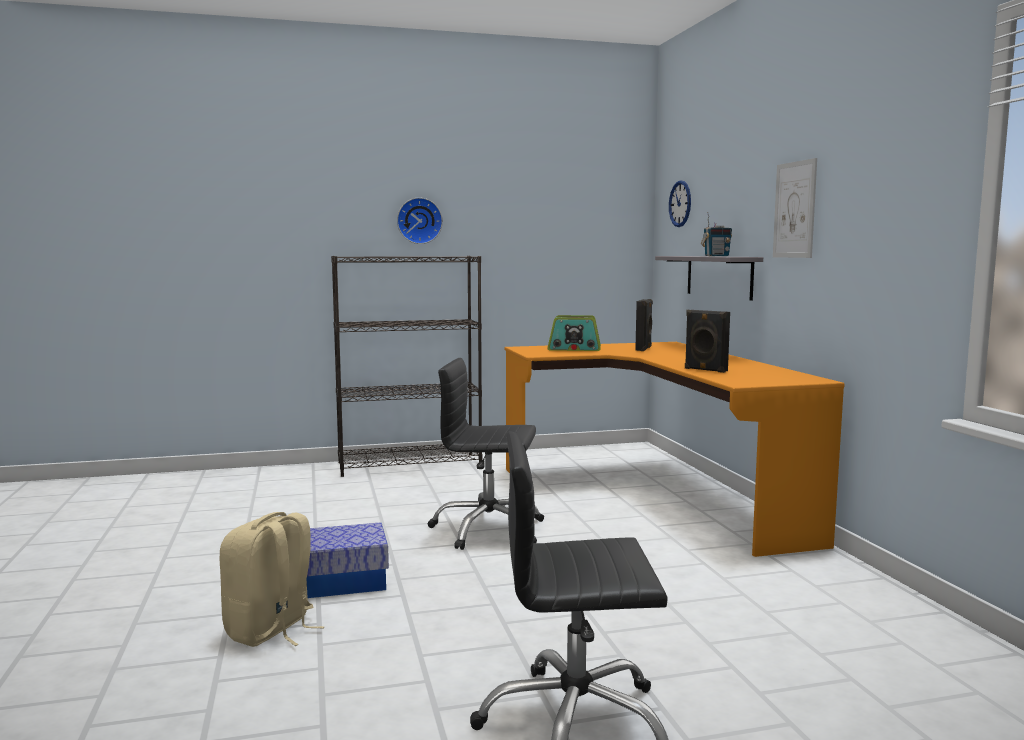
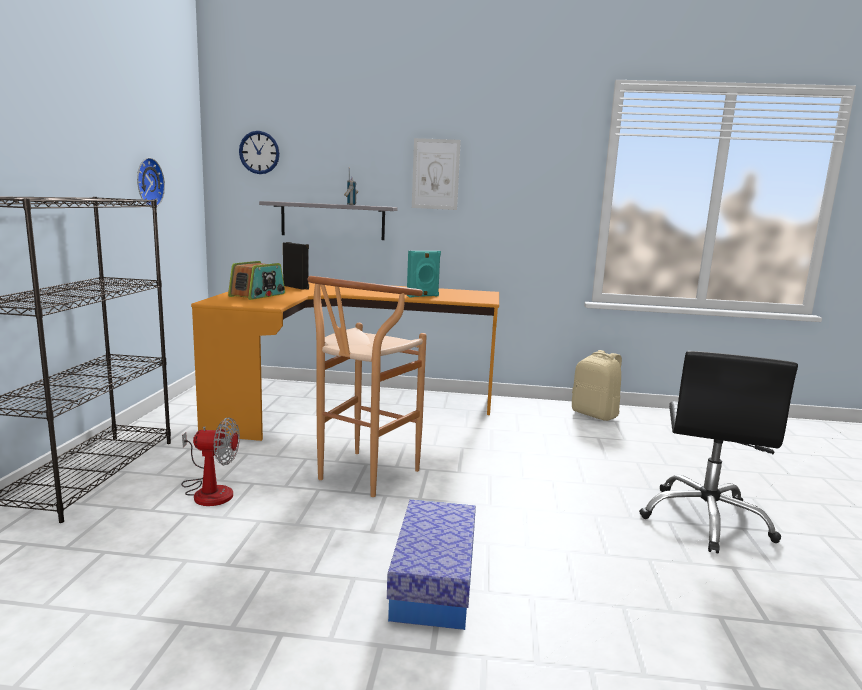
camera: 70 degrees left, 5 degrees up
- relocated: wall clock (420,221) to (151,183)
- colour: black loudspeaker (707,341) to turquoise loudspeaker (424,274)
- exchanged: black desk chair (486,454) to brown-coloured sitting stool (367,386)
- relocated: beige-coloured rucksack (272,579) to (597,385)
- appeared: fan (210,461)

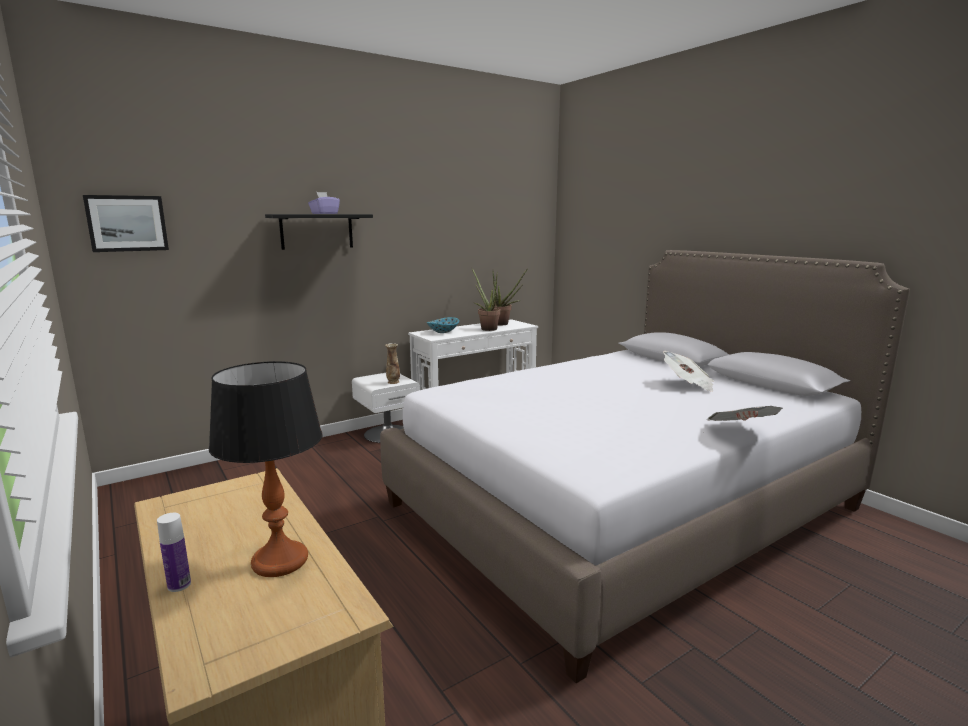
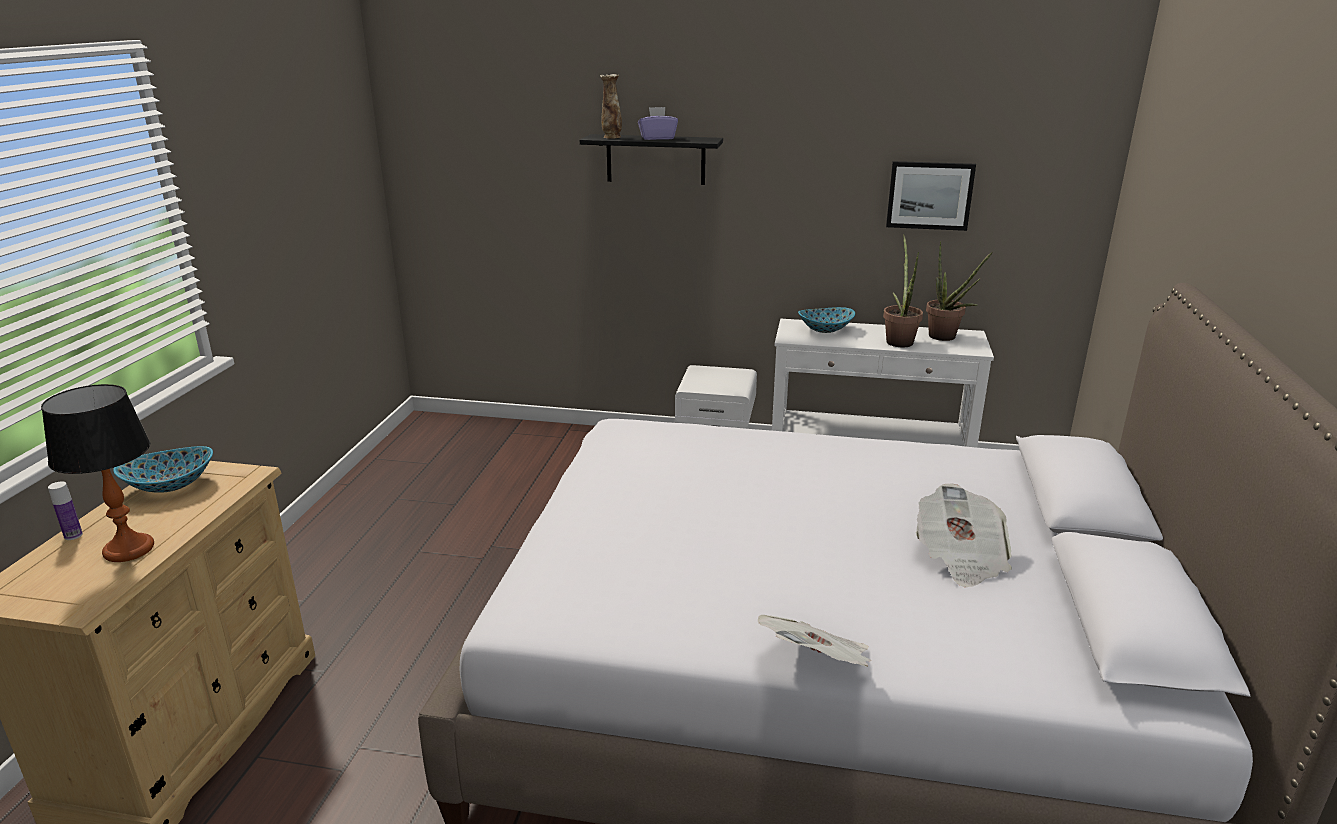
camera: 45 degrees right, 10 degrees up
- relocated: wall art (126,223) to (931,196)
- relocated: decorative vase (392,363) to (611,106)
- appeared: serving bowl (163,469)

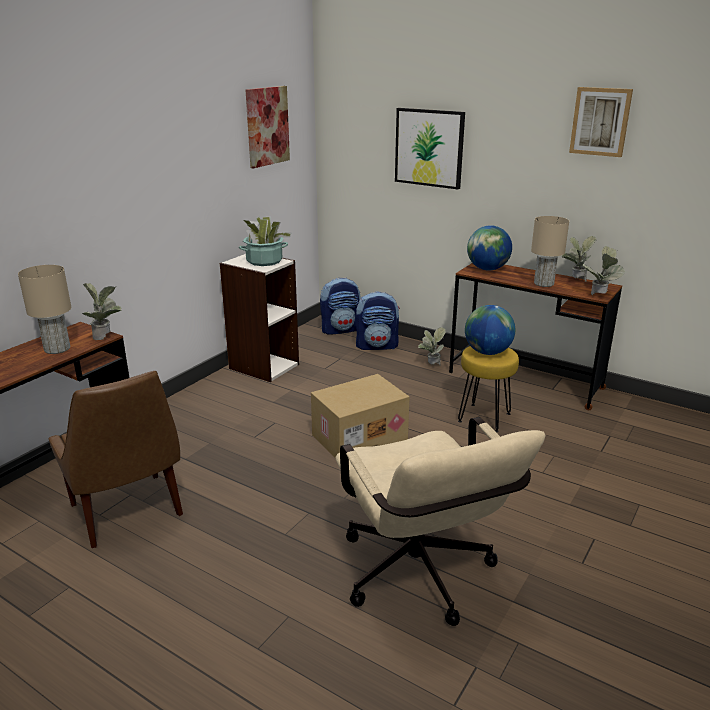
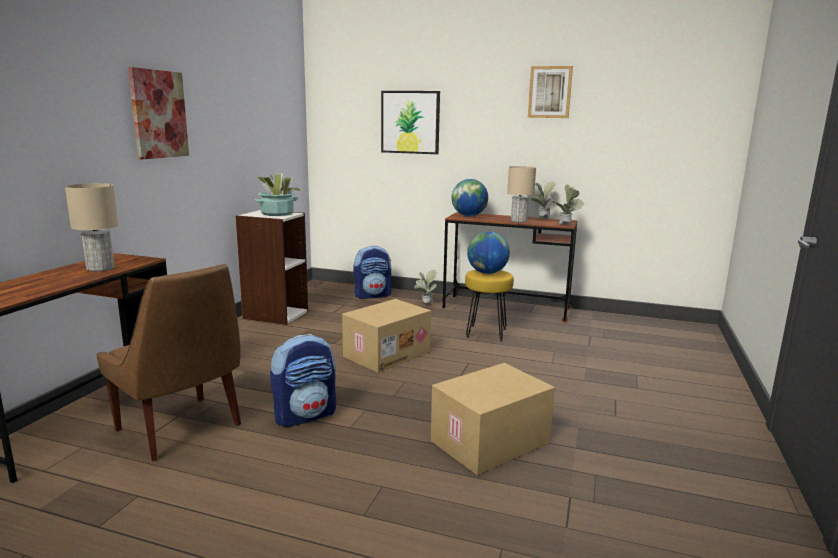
camera: 15 degrees left, 10 degrees down
- relocated: wall art (268,127) to (158,113)
- relocated: rucksack (340,306) to (303,380)
- missing: houseplant (102,311)
- exchanged: beige-coloured desk chair (440,521) to carton (493,419)

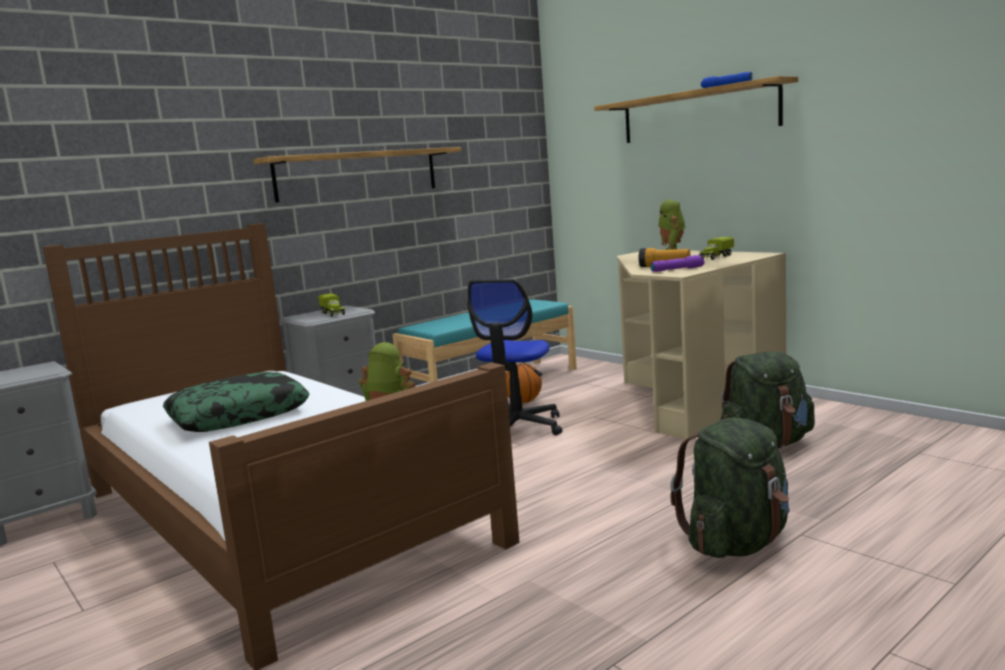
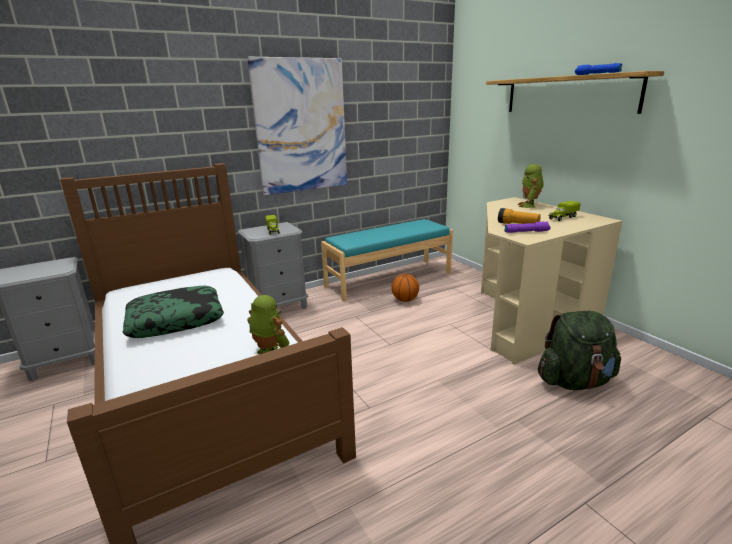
camera: 10 degrees right, 10 degrees up
- exchanged: bracket shelf (357,175) to wall art (297,126)
- missing: desk chair (515,357)
- missing: green-coloured rucksack (729,487)

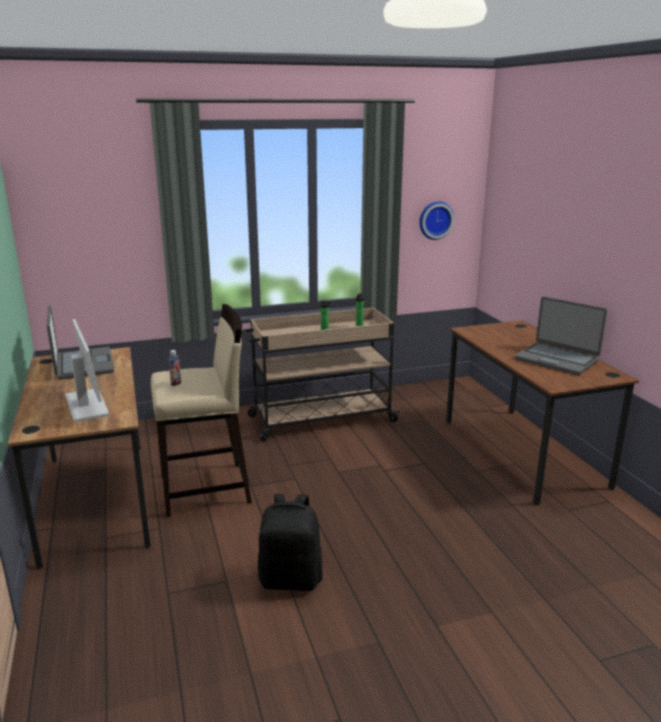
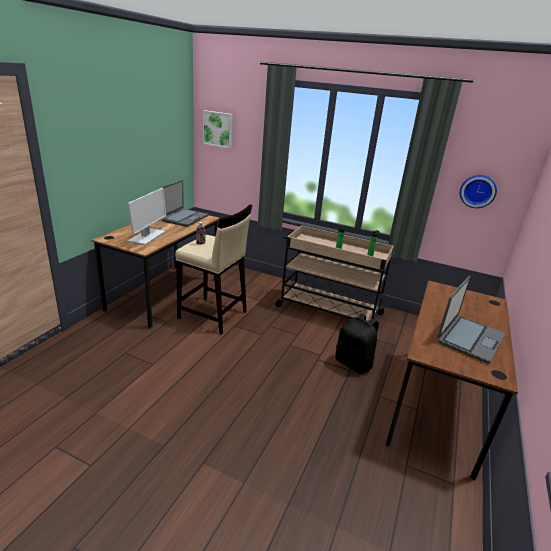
camera: 40 degrees right, 5 degrees up
- spun: laptop (560,336) = (471,320) 135 degrees counterclockwise
- relocated: black rucksack (290,542) to (357,343)
- appeared: wall art (218,129)

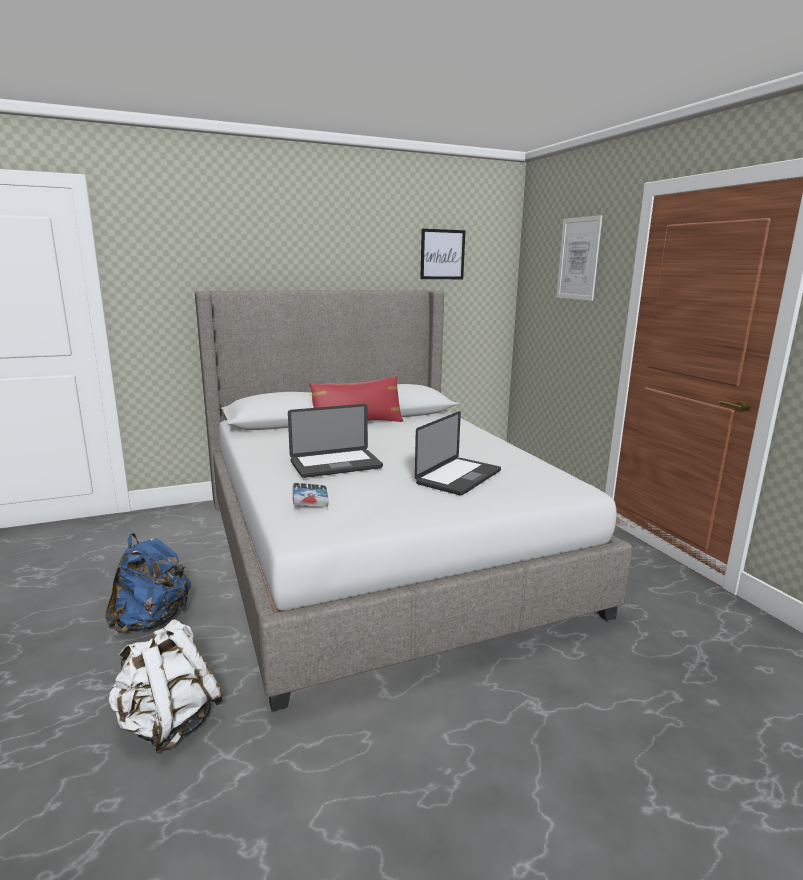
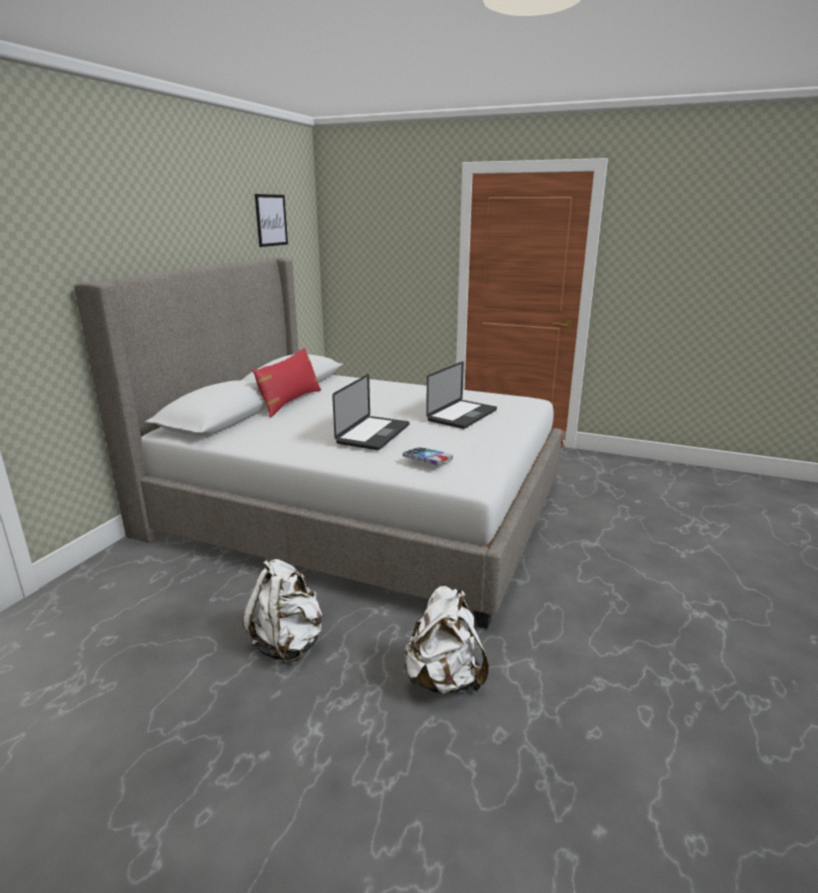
camera: 45 degrees left, 5 degrees up
- missing: wall art (579,258)
- spun: laptop (458,453) = (461,395) 45 degrees clockwise
- colour: blue-coloured rucksack (148,583) to white rucksack (282,611)

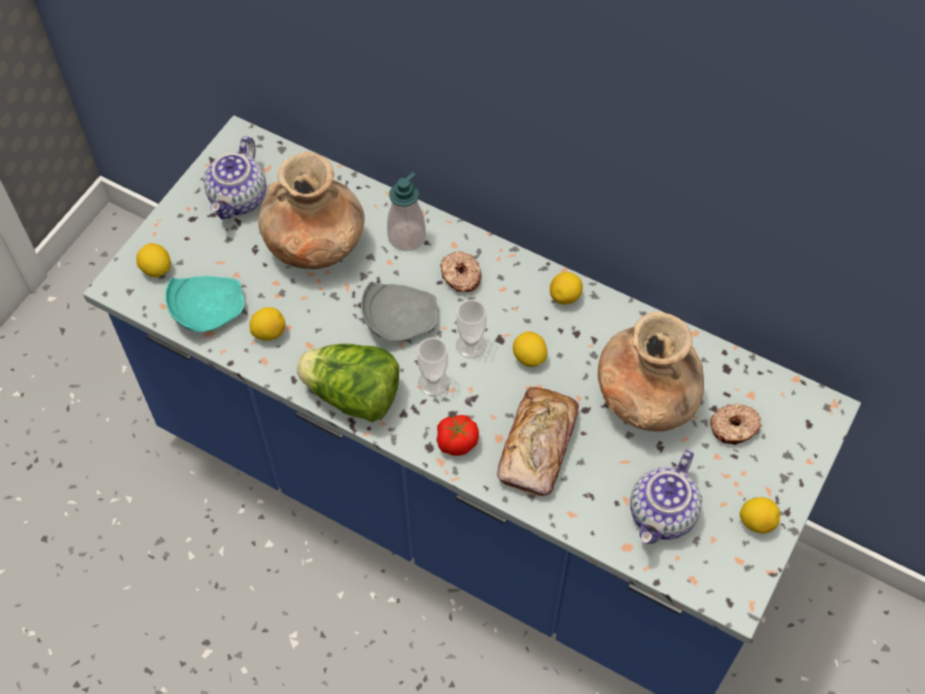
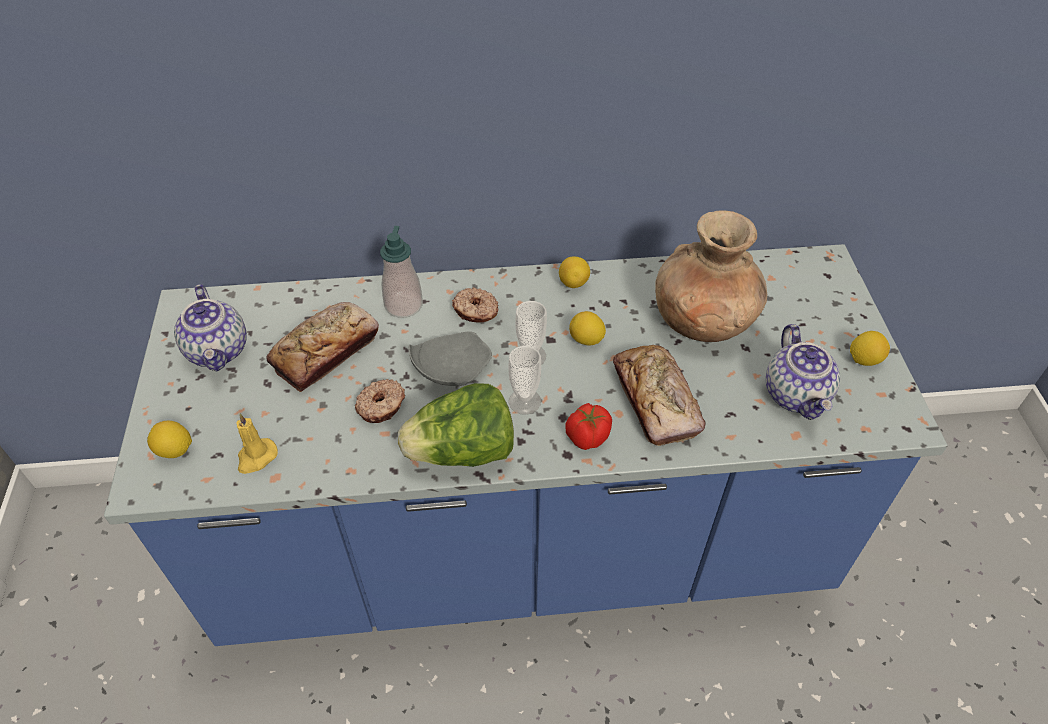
camera: 35 degrees left, 10 degrees down
- exchanged: brown-coloured decorative vase (311,210) to bread (322,347)
- exchanged: turquoise dinner plate (204,304) to yellowish wax light (257,444)
- missing: lemon (267,324)
- relocated: donut (736,424) to (380,401)

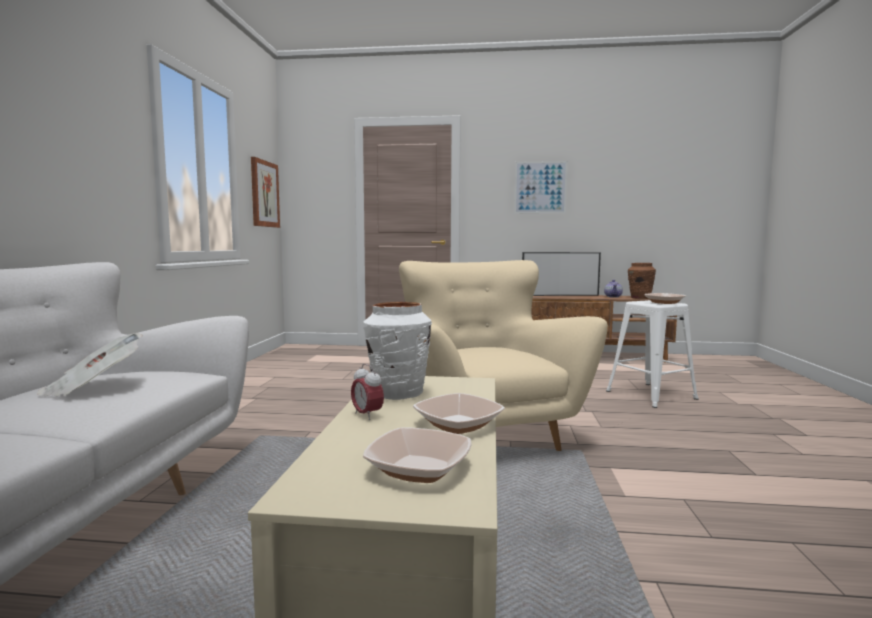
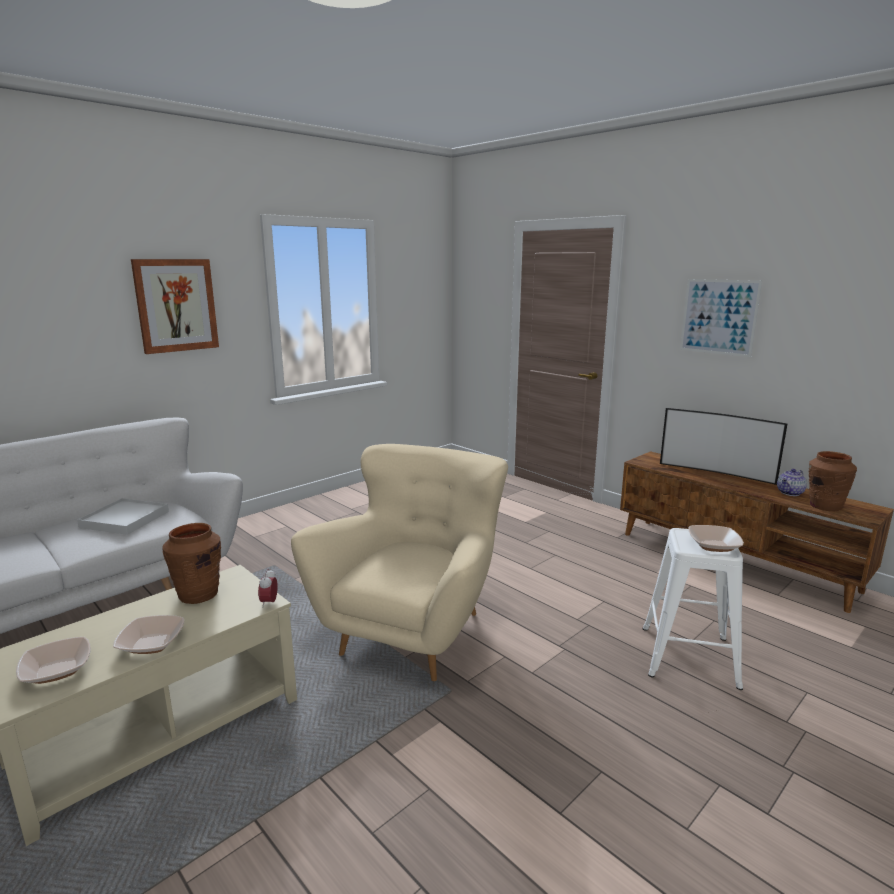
camera: 40 degrees right, 10 degrees up
- relocated: wall art (265,192) to (175,306)
- colour: white decorative vase (397,351) to brown-coloured decorative vase (191,563)
- exchanged: printed paper (90,364) to white carrying tray (123,516)
- relocated: table clock (367,392) to (268,588)

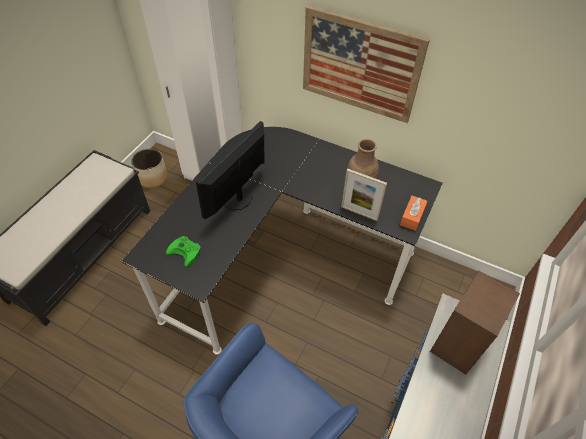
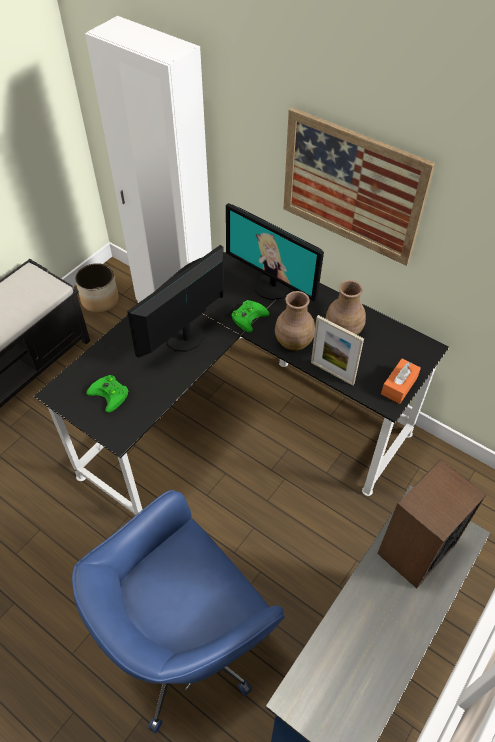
camera: 10 degrees right, 0 degrees up
- appeared: monitor (275,252)
- appeared: brown-coloured decorative vase (295,321)
- appeared: green-coloured gamepad (251,316)

